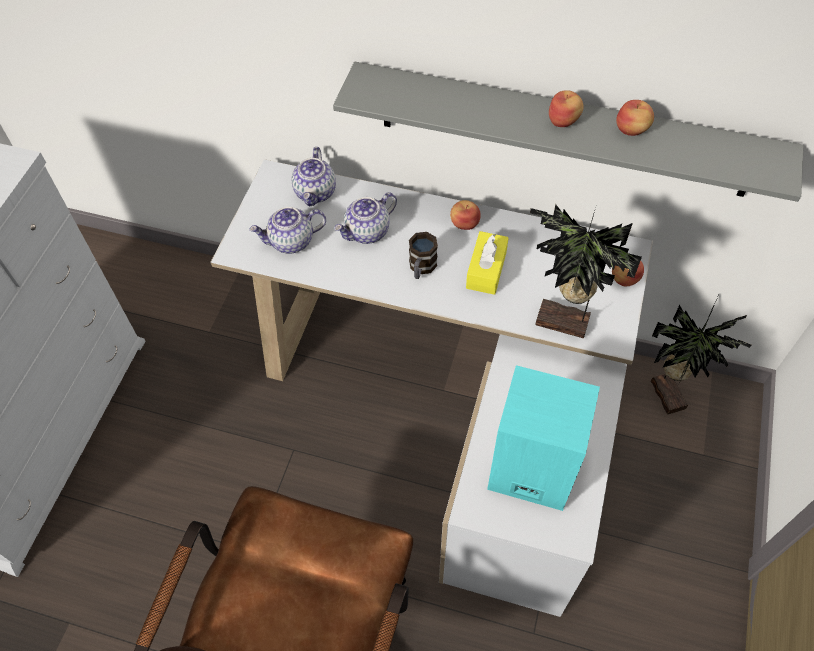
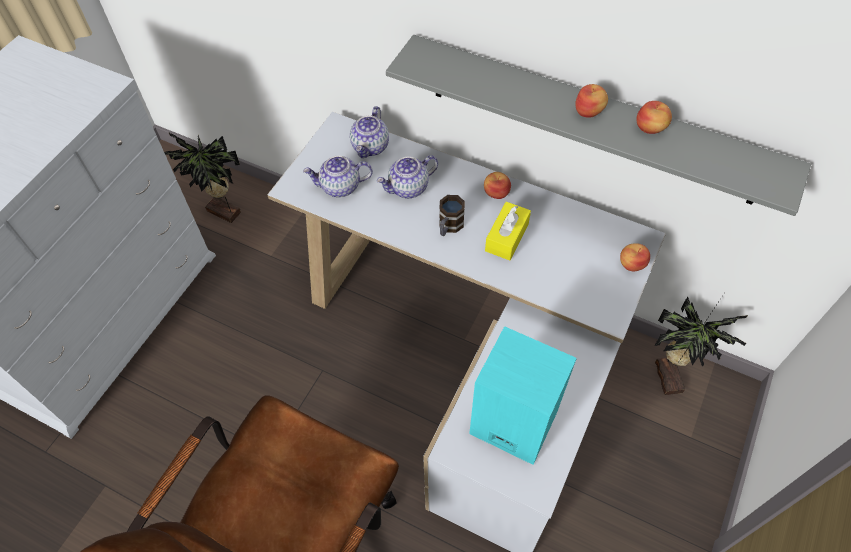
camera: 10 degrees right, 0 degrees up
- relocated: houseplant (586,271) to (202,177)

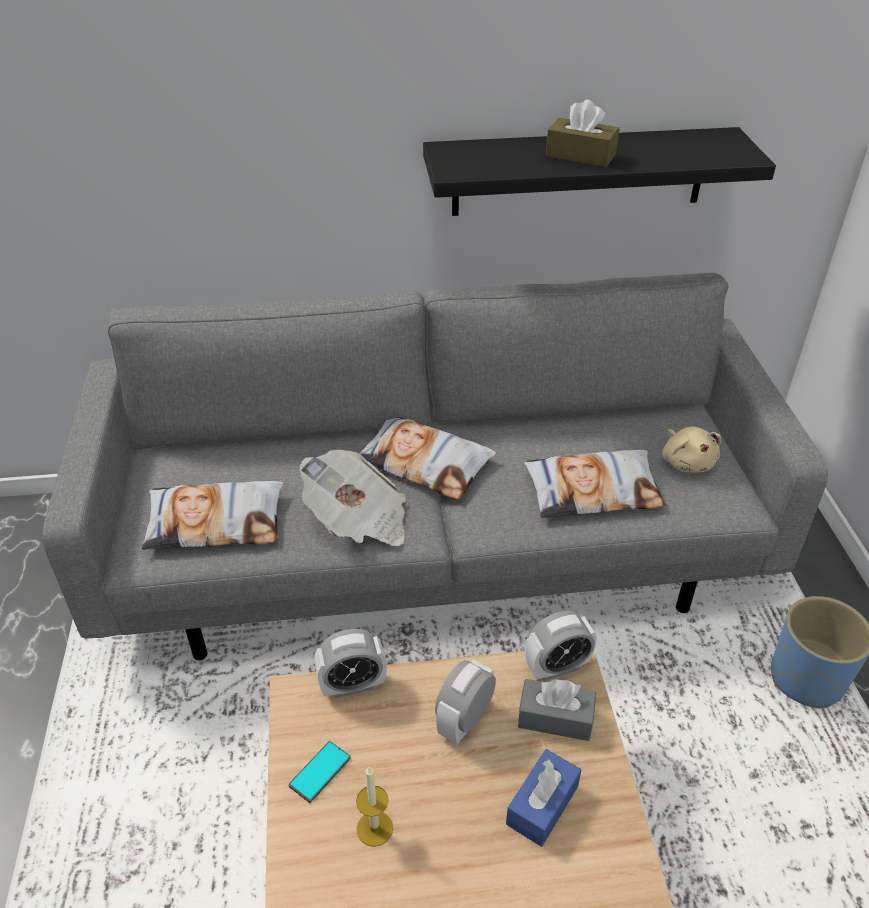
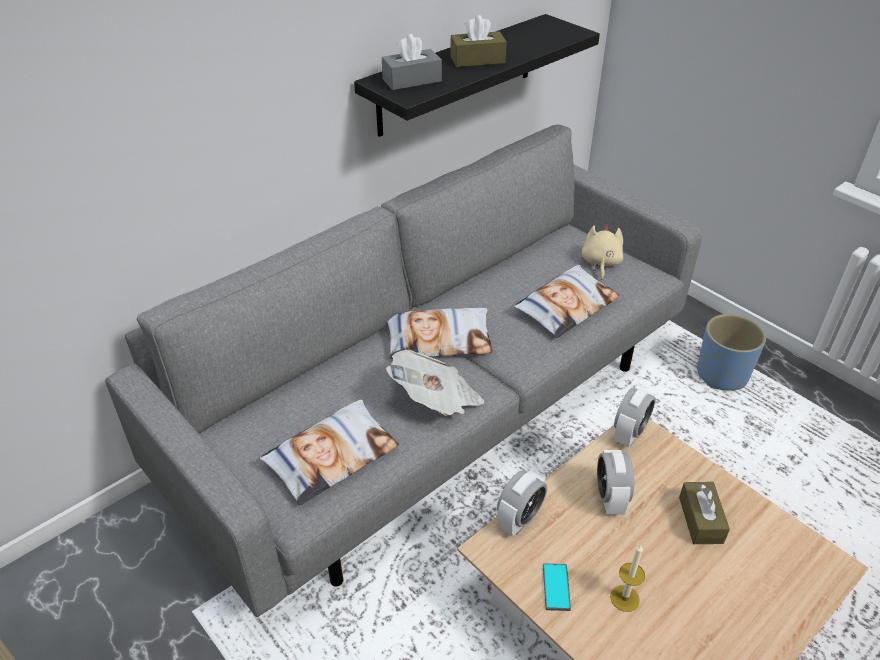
camera: 35 degrees left, 0 degrees up
- spun: beige-coloured soft toy (691,450) = (602,252) 120 degrees counterclockwise
- relocated: grey tissue box (557,710) to (412,62)
- colour: blue-coloured tissue box (543,798) to brown-coloured tissue box (704,513)

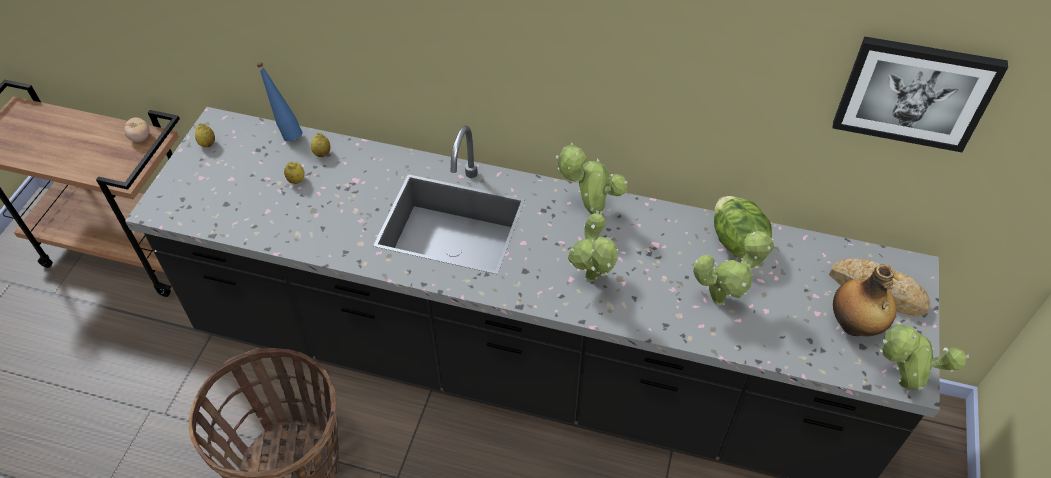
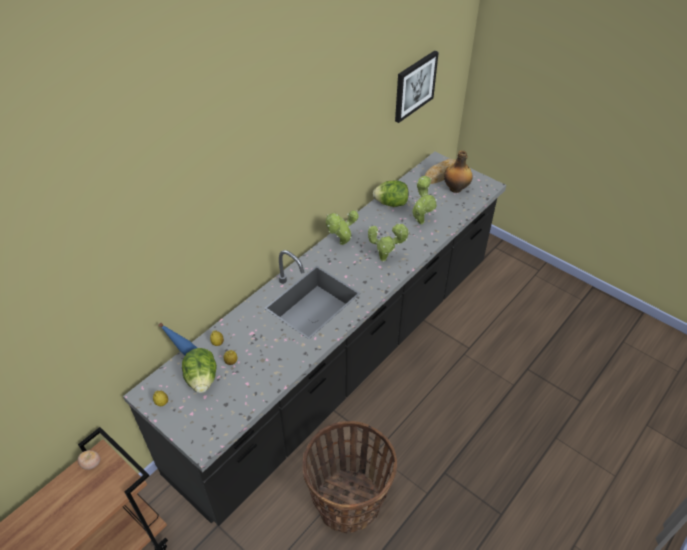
camera: 65 degrees left, 5 degrees down
- missing: houseplant (924,356)
- appeared: lettuce (199,370)

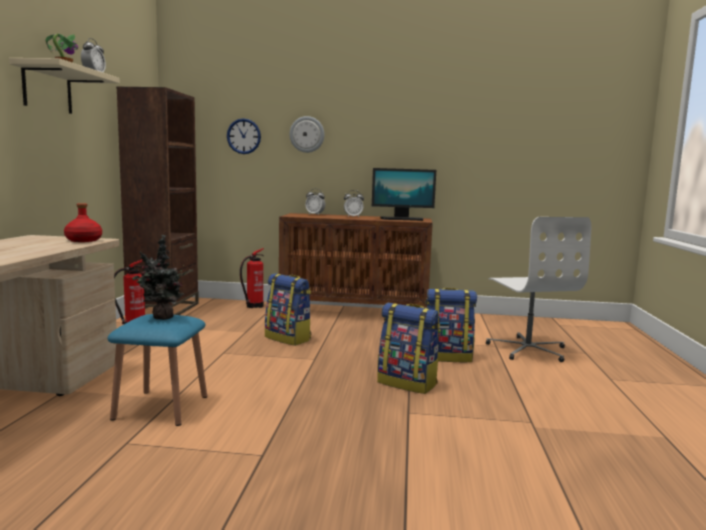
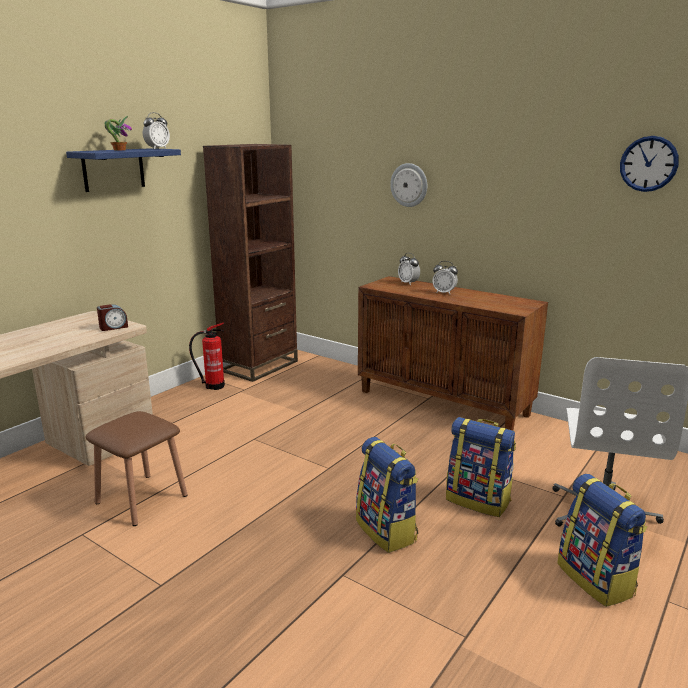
camera: 30 degrees right, 10 degrees up
- colour: beige-coloured bracket shelf (64,86) to blue-coloured bracket shelf (123,170)
- relocated: wall clock (244,136) to (649,164)
- missing: monitor (404,194)
- exchanged: red bottle (83,222) to table clock (112,317)
- missing: houseplant (160,277)
- missing: extinguisher (252,278)
- relocated: rucksack (288,309) to (602,540)
- colour: blue-coloured sitting stool (157,370) to brown-coloured sitting stool (136,468)

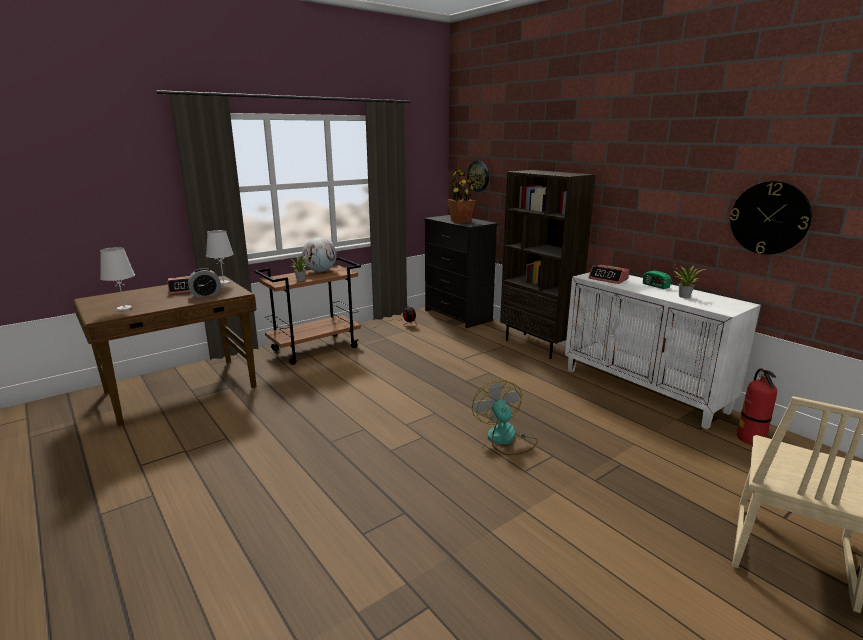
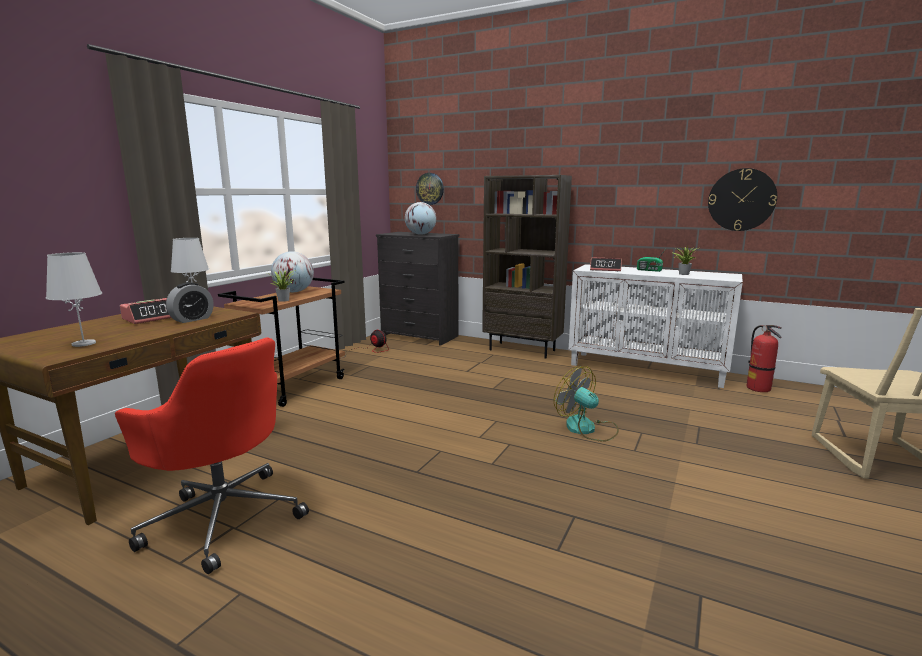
camera: 25 degrees left, 5 degrees down
- exchanged: houseplant (461,196) to world globe (420,218)
- appeared: red desk chair (212,455)

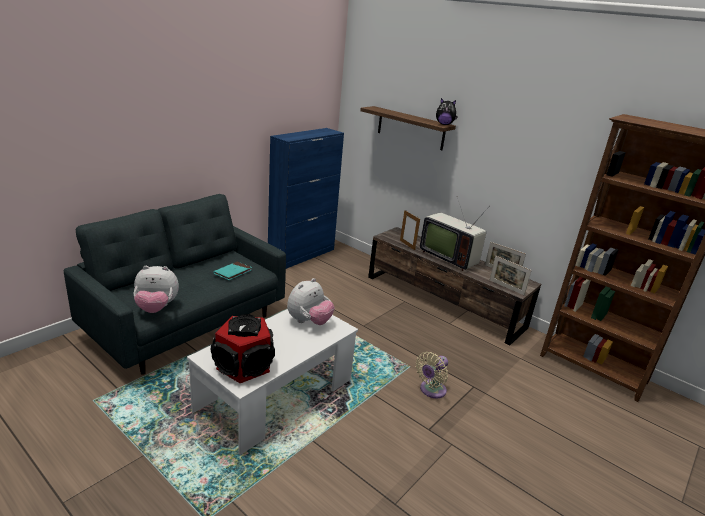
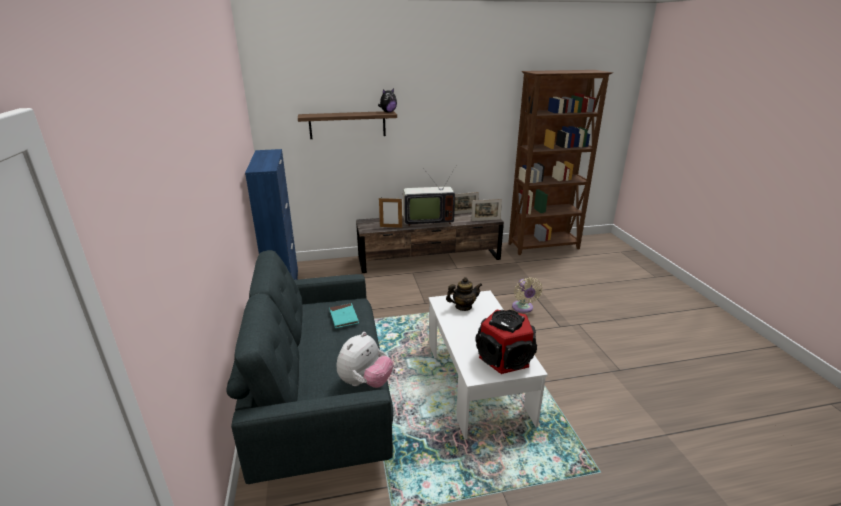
camera: 50 degrees left, 0 degrees up
- exchanged: soft toy (311,301) to tea pot (464,294)

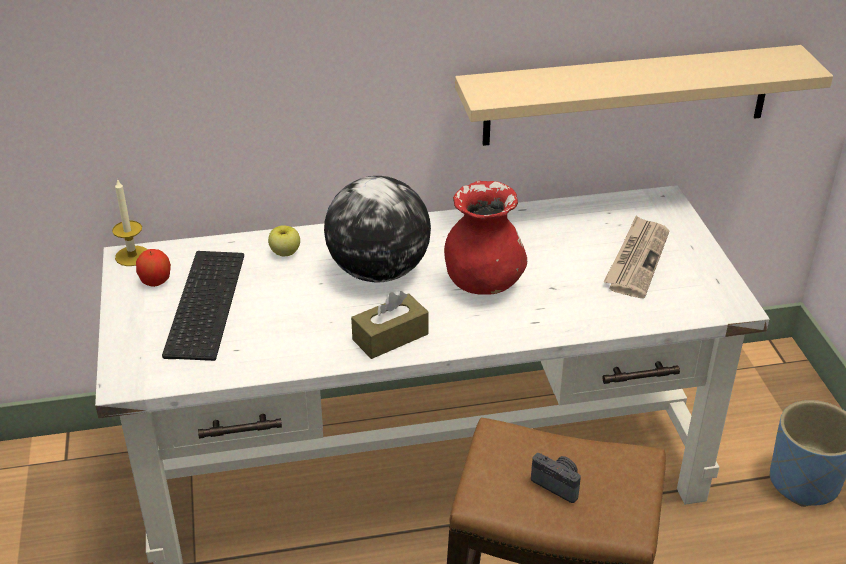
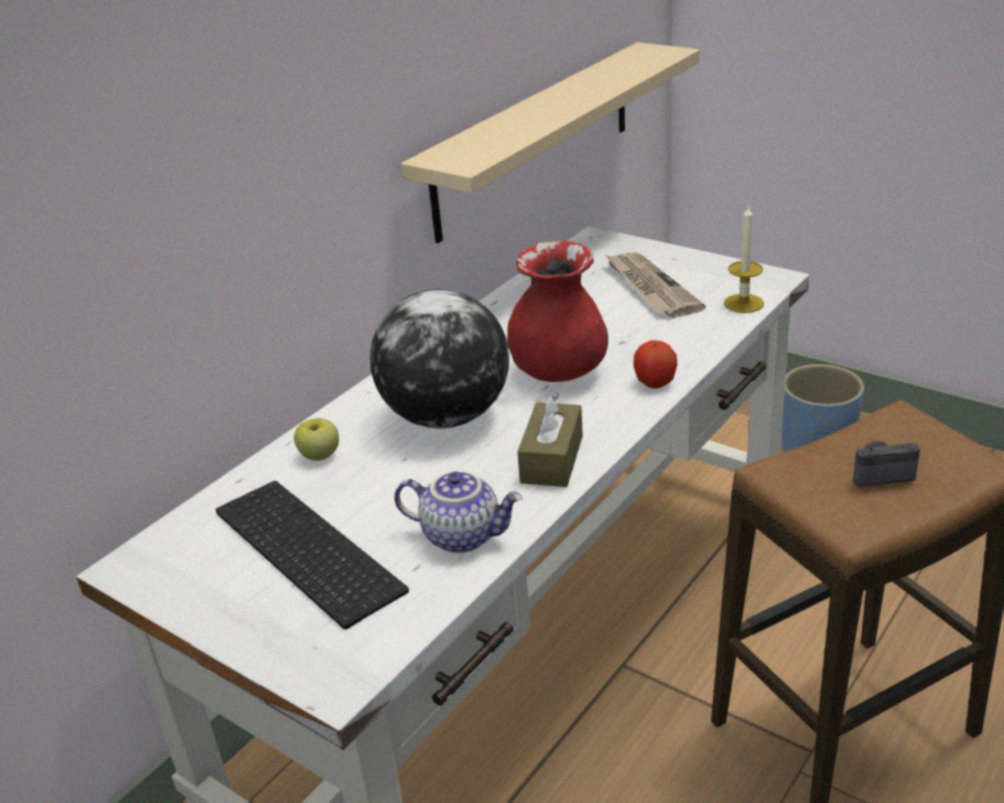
camera: 40 degrees left, 5 degrees down
- relocated: wax light (130,222) to (744,258)
- relocated: whole apple (153,268) to (655,364)
- appeared: tea pot (458,512)

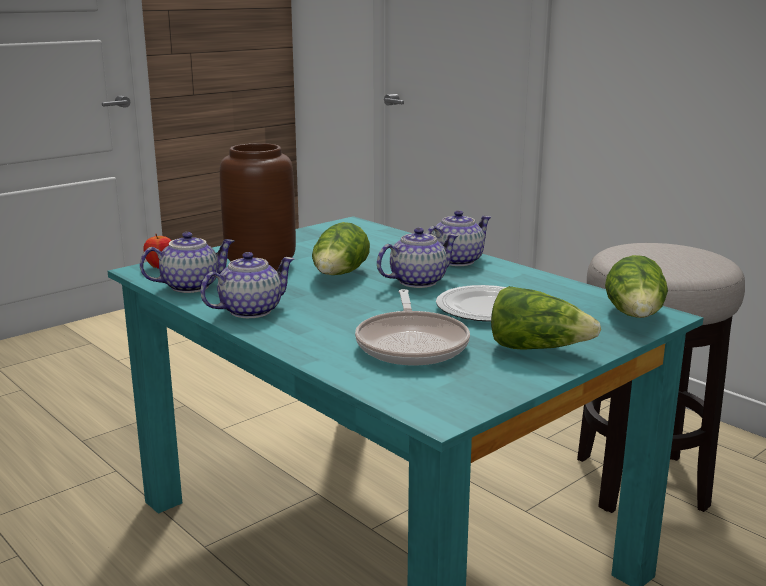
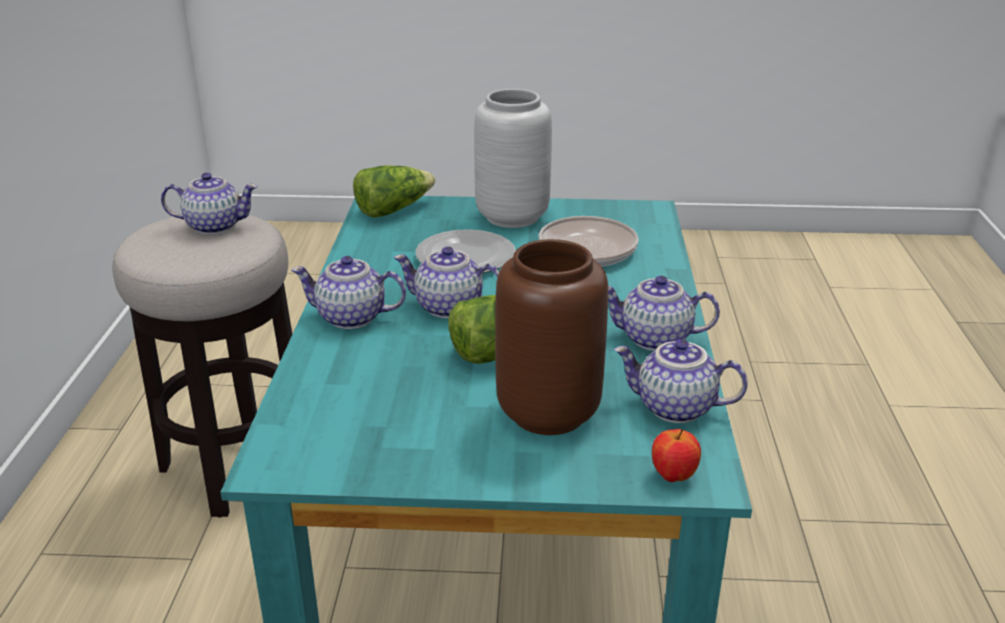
camera: 135 degrees left, 10 degrees up
- exchanged: lettuce (546,318) to grey decorative vase (513,158)
- appeared: tea pot (209,204)

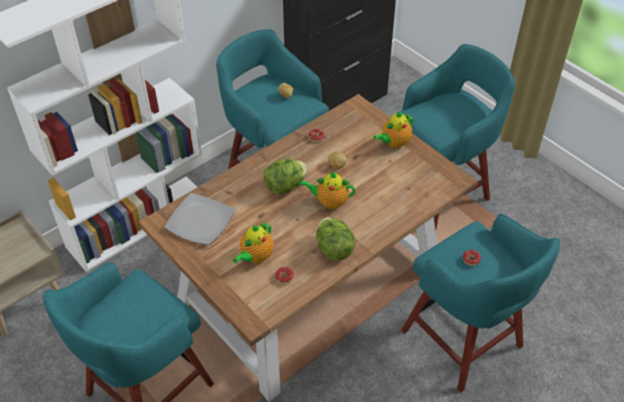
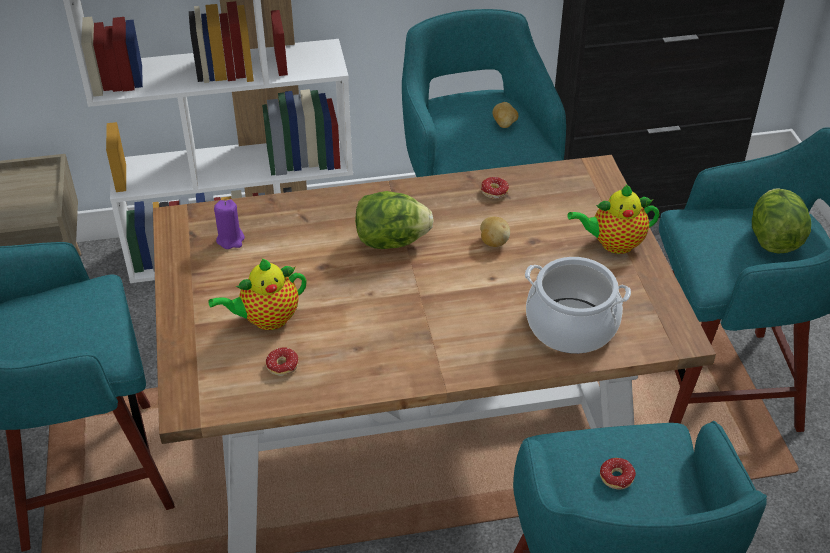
camera: 30 degrees right, 5 degrees down
- missing: tea pot (327,190)
- exchanged: dinner plate (199,219) to purple-coloured wax light (229,224)
- relocated: lettuce (335,239) to (781,221)
- appeared: saucepot (578,305)

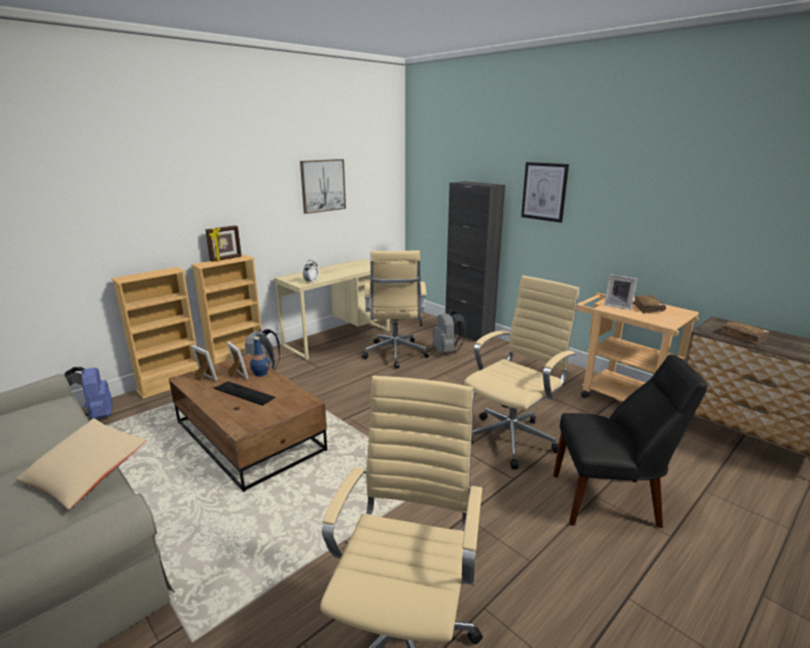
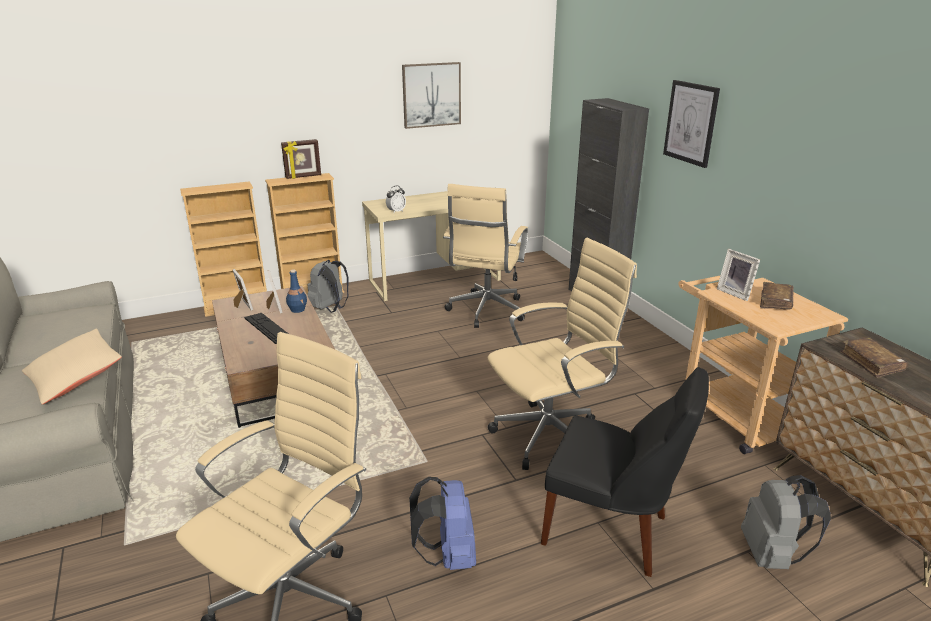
camera: 20 degrees right, 5 degrees up
- relocated: grey rucksack (449,332) to (786,522)
- relocated: blue-coloured rucksack (88,393) to (442,523)

